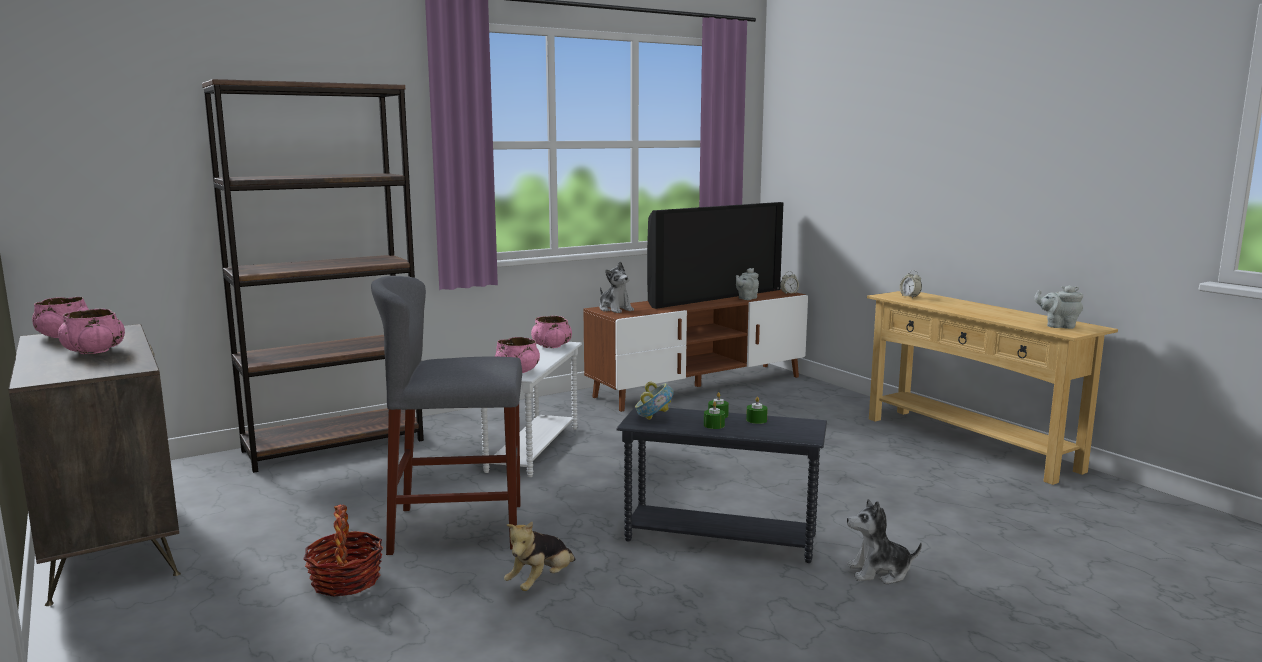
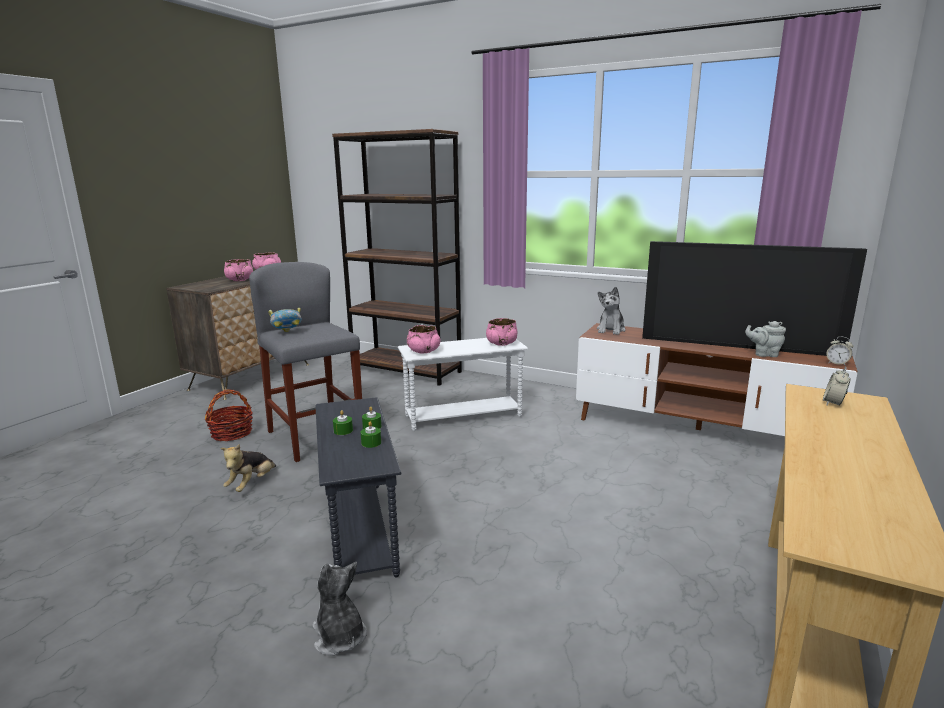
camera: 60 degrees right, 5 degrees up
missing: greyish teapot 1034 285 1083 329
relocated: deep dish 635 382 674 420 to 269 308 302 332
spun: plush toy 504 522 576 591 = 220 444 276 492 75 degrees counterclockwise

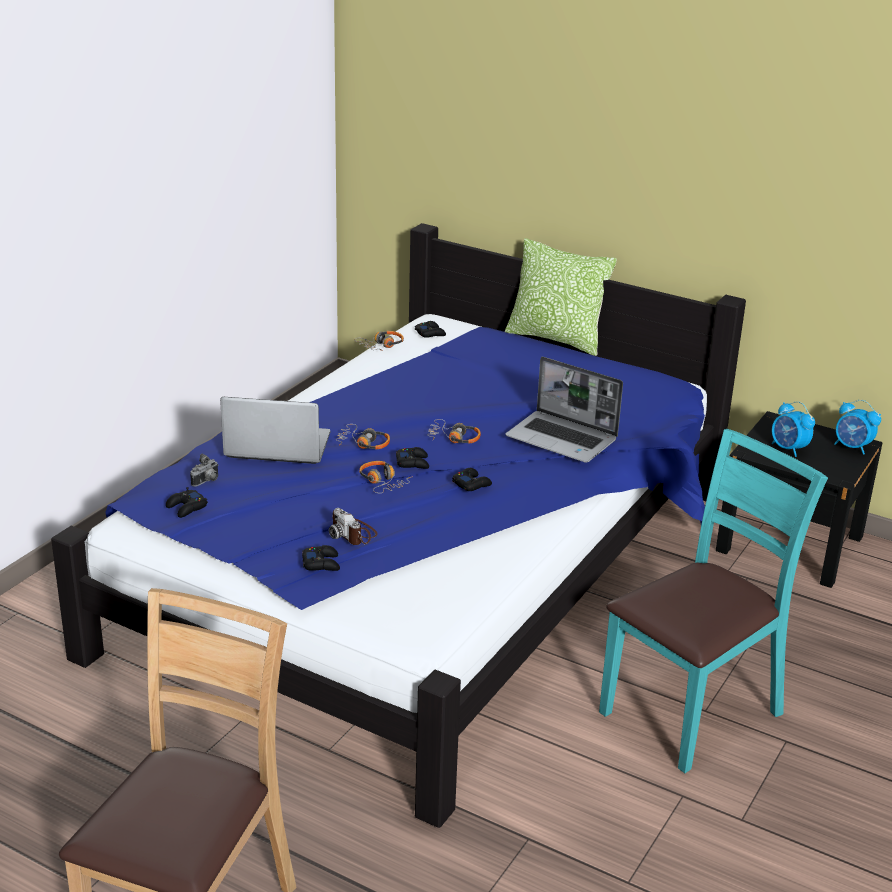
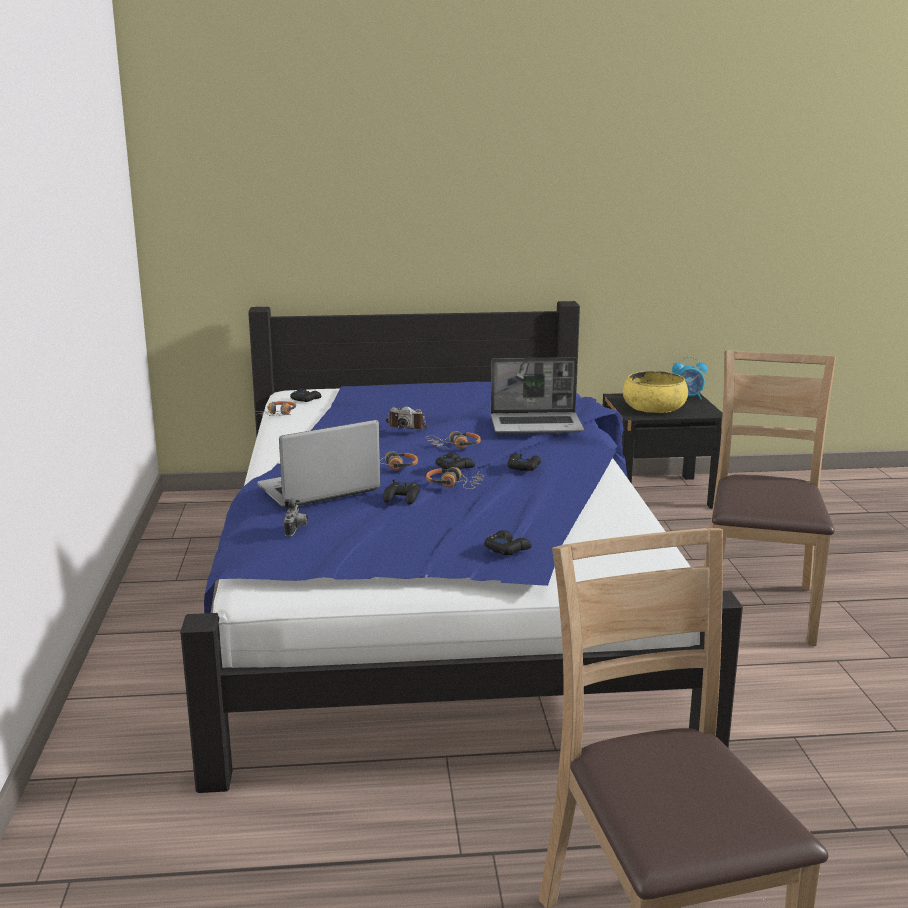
camera: 35 degrees left, 10 degrees down
missing: cushion 505 238 617 356
relocated: blackish game controller 166 487 208 518 to 383 479 420 505; photo camera 329 508 378 545 to 386 406 427 429
exchanged: table clock 772 401 815 457 to yellow-coloured deep dish 623 371 688 413
colour: turquoise-coloured chair 599 429 828 773 to brownish chair 704 351 836 646

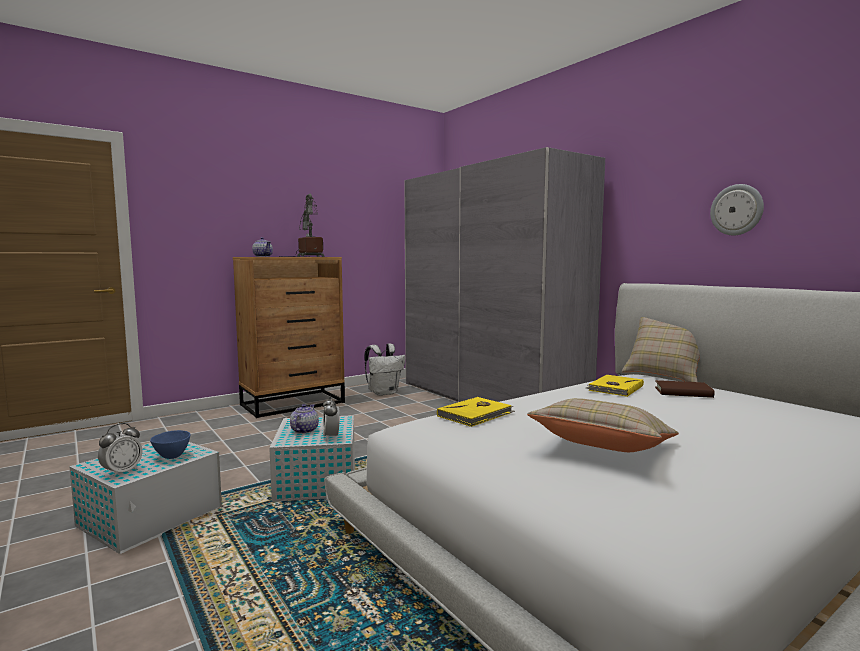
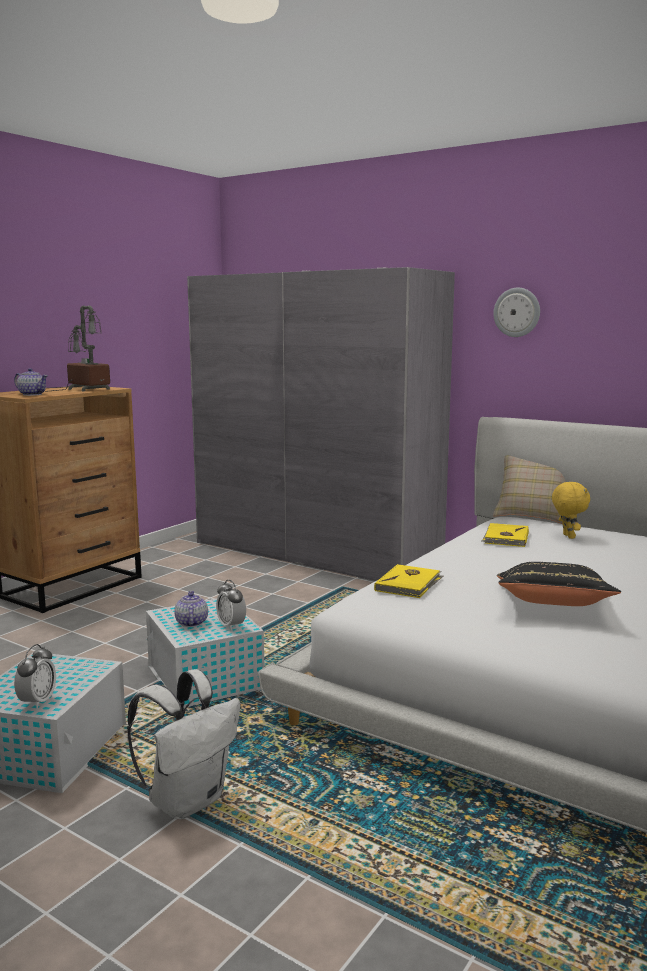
camera: 20 degrees left, 5 degrees up
missing: blue deep dish 150 430 191 459
relocated: whitish rucksack 364 343 405 396 to 127 669 240 819; hanging clock 710 184 764 235 to 493 288 540 337
exchanged: brownish bound book 655 380 714 398 to yellow-coloured plush toy 552 482 590 539
colour: beige-coloured cushion 527 398 679 452 to blackish cushion 497 562 621 606

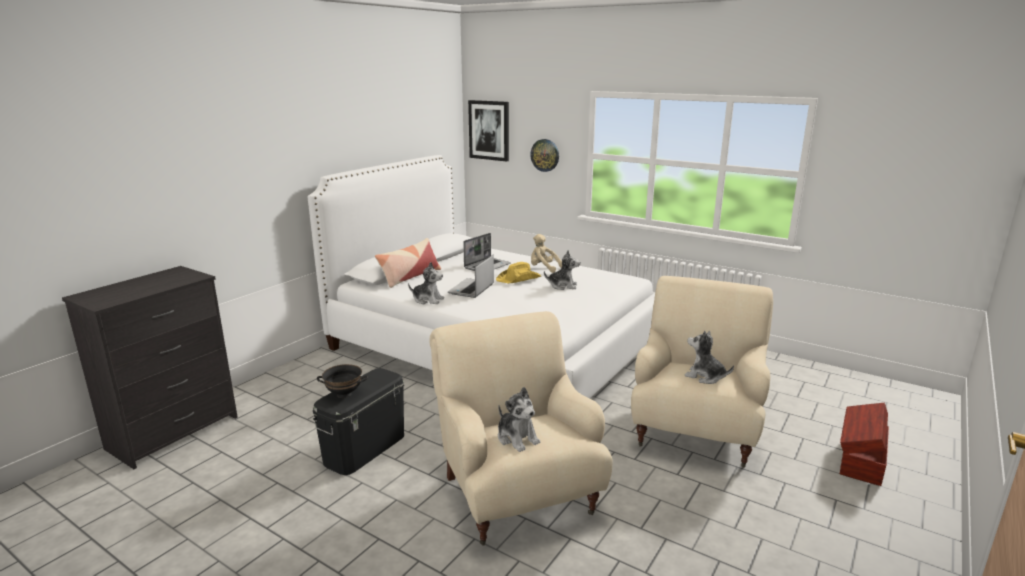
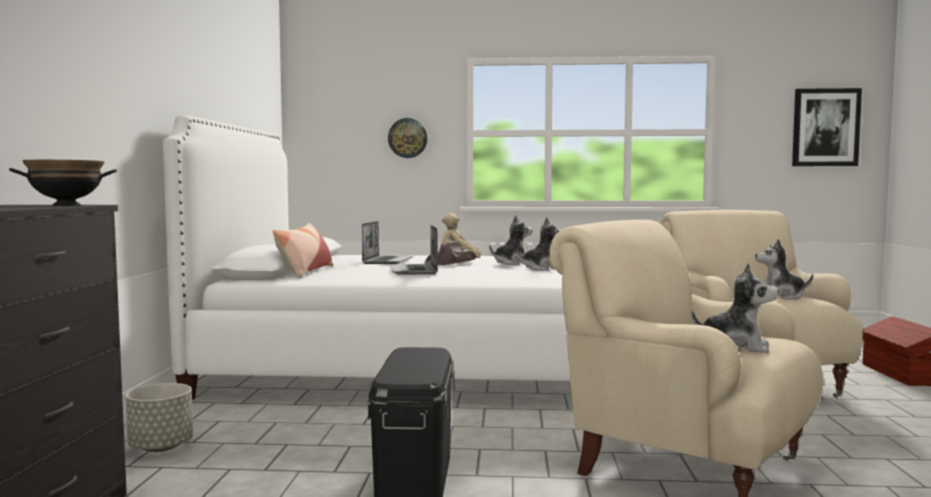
camera: 30 degrees left, 15 degrees down
appeared: greyish plant pot 126 383 193 452
relocated: blackish deep dish 317 364 368 398 to 9 160 117 206; plush toy 408 262 444 304 to 517 217 561 271; wall picture 468 100 509 161 to 792 88 862 166
colour: yellow-coloured clothing hat 496 262 542 283 to brownish clothing hat 425 241 476 265

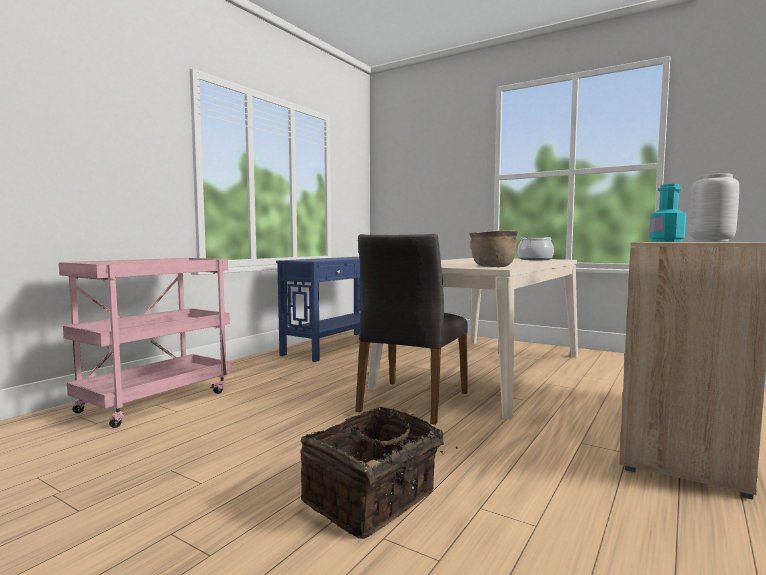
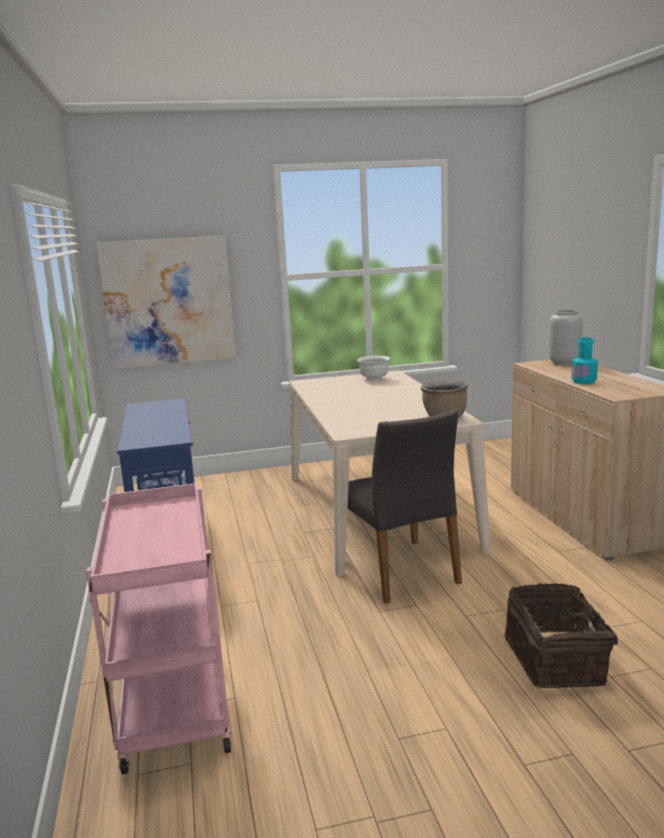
camera: 45 degrees left, 10 degrees up
appeared: wall picture 96 236 236 369
exchanged: stockpot 517 237 554 260 to whitish deep dish 357 356 390 381

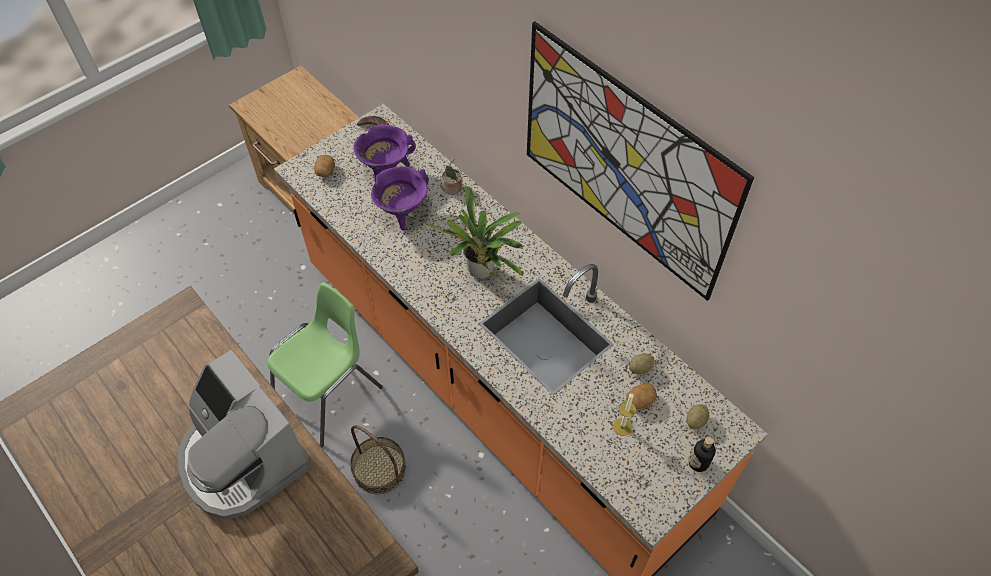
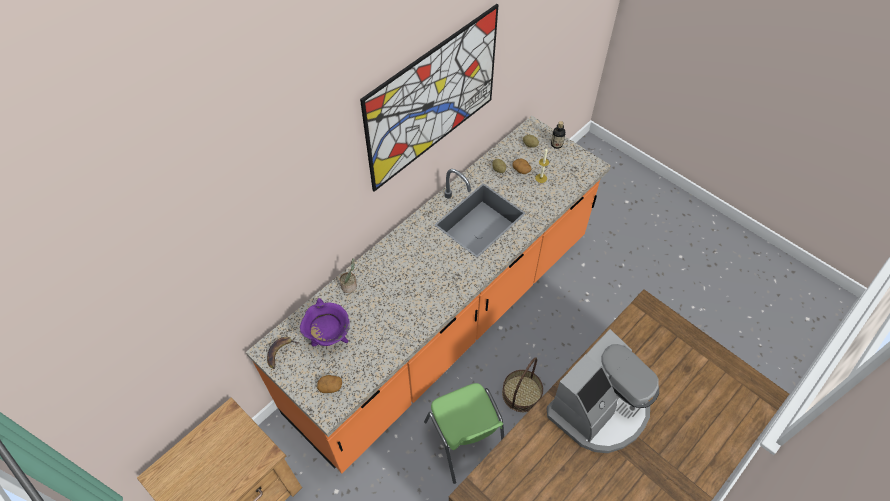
camera: 95 degrees left, 0 degrees up
missing: purple-coloured stockpot 371 166 429 231; plant in a pot 421 186 524 279
spun: greenish chair 267 282 383 447 = 424 383 504 484 150 degrees counterclockwise

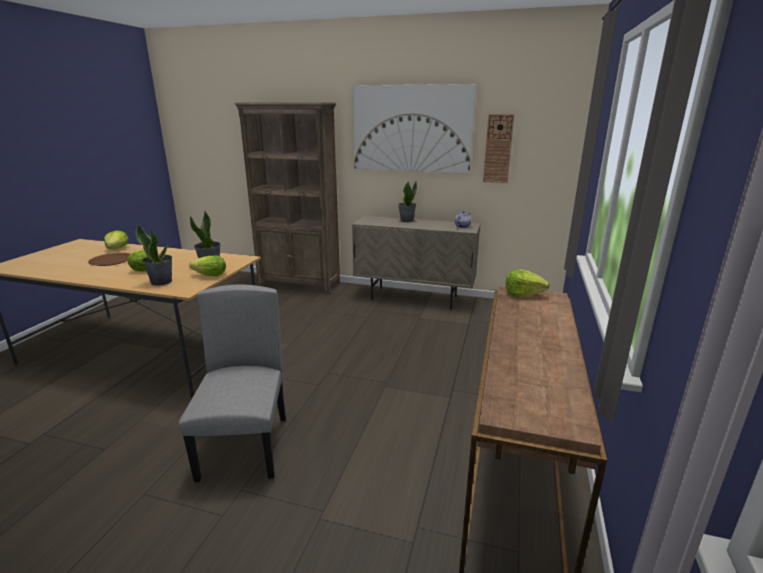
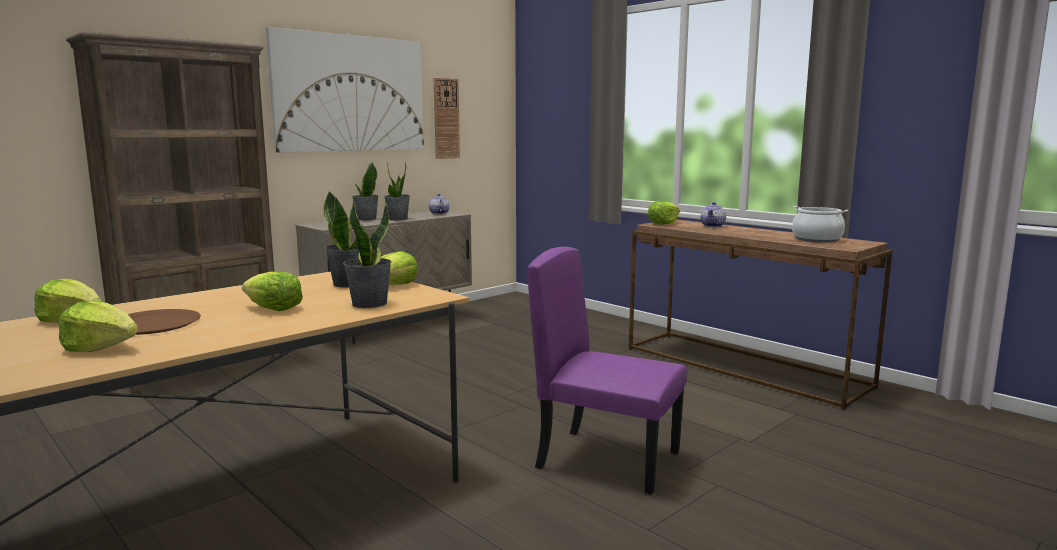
camera: 60 degrees left, 10 degrees down
appeared: head of lettuce 58 301 138 352; plant in a pot 384 161 410 220; teapot 701 202 726 227; stockpot 792 206 848 242
colour: greyish chair 179 284 286 482 to purple-coloured chair 528 247 687 494

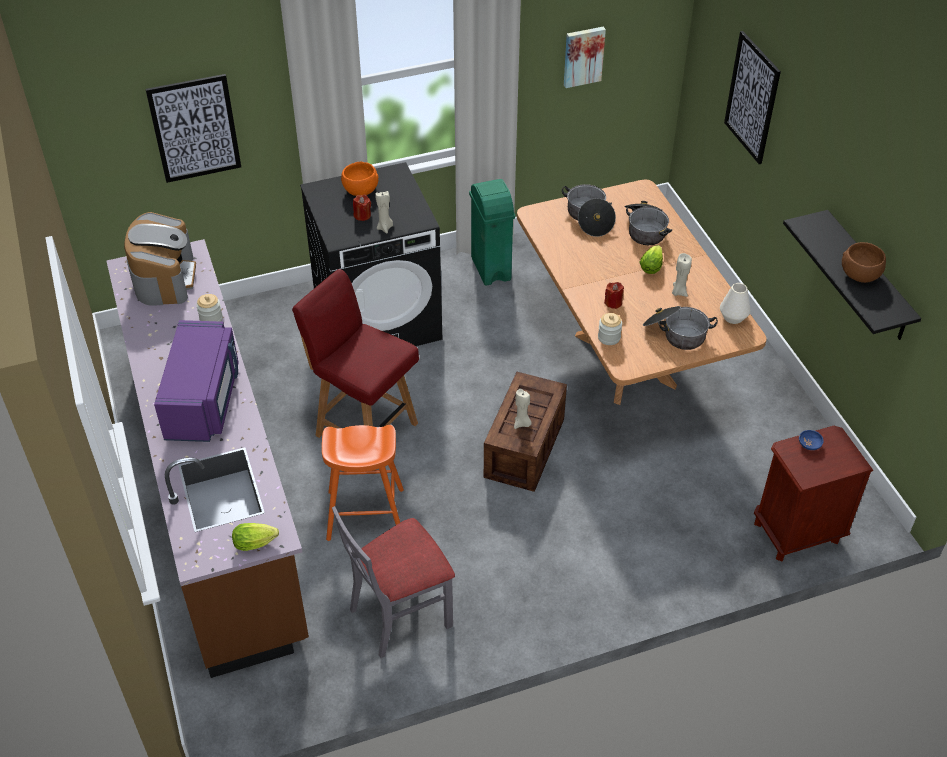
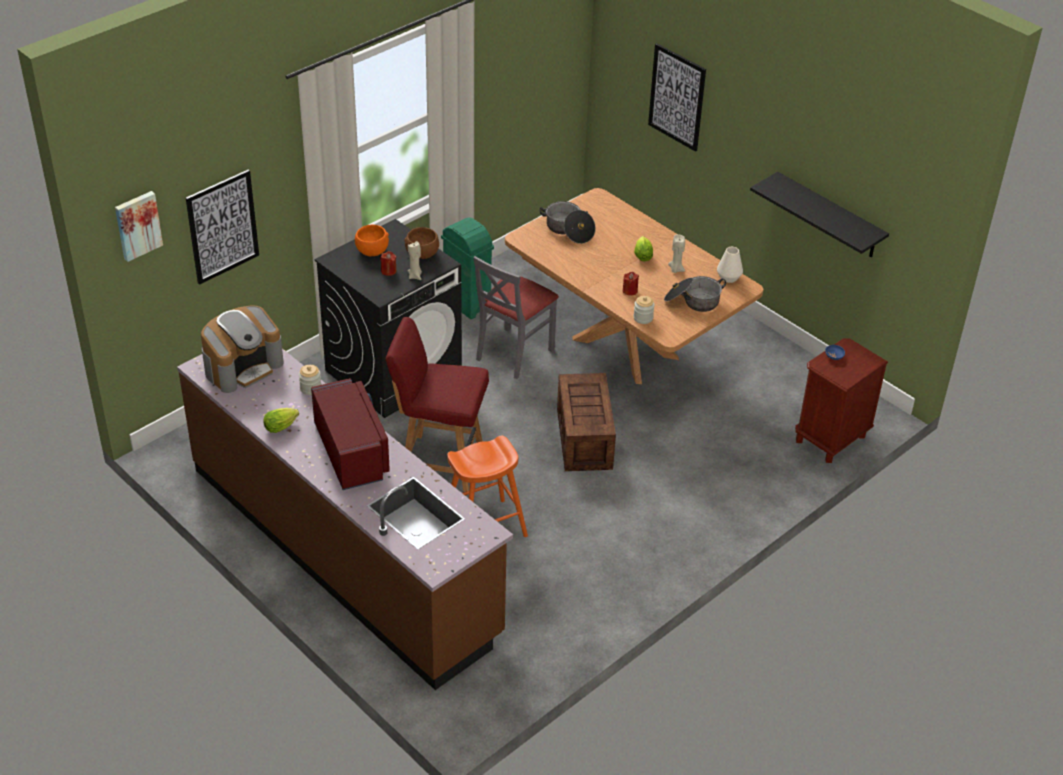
camera: 25 degrees left, 5 degrees down
missing: beige-coloured candle 514 389 532 429; stockpot 624 201 672 245
relocated: head of lettuce 232 523 279 551 to 263 408 299 433; greyish chair 332 506 455 658 to 473 256 559 379; wall picture 564 27 606 88 to 115 191 163 262; brownish deep dish 842 242 886 283 to 404 227 439 259
colour: purple-coloured microwave 154 320 239 442 to red microwave 311 378 390 490
spun: coffee maker 124 212 196 306 = 201 306 284 393 75 degrees clockwise

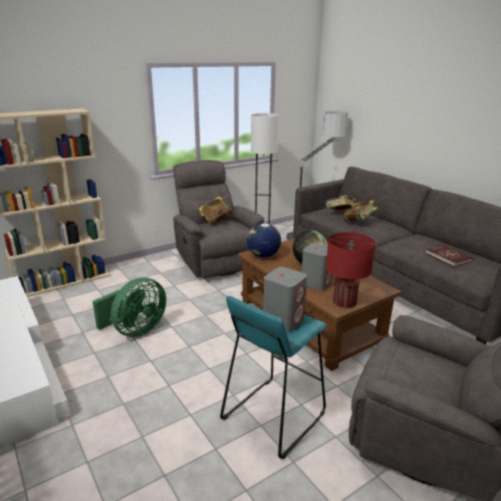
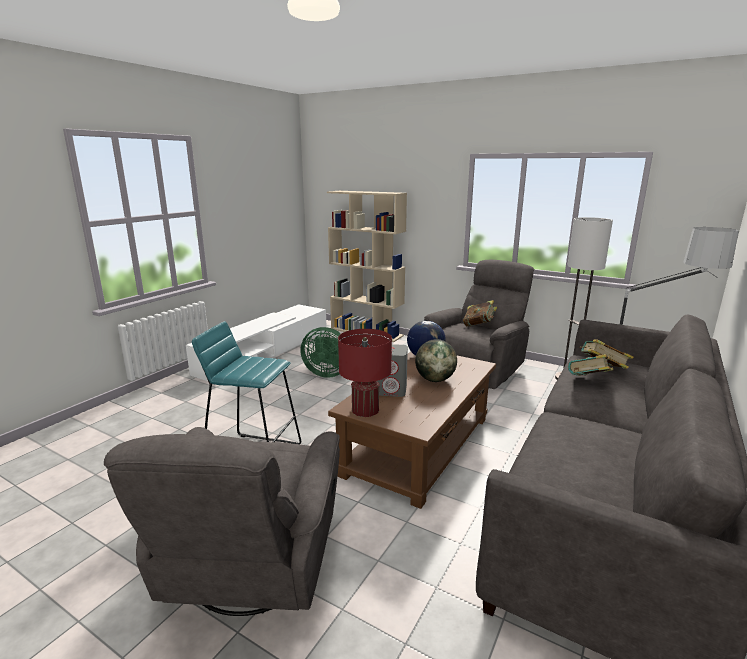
camera: 65 degrees right, 5 degrees down
missing: greyish speaker 263 267 307 332; red bound book 426 245 473 267

